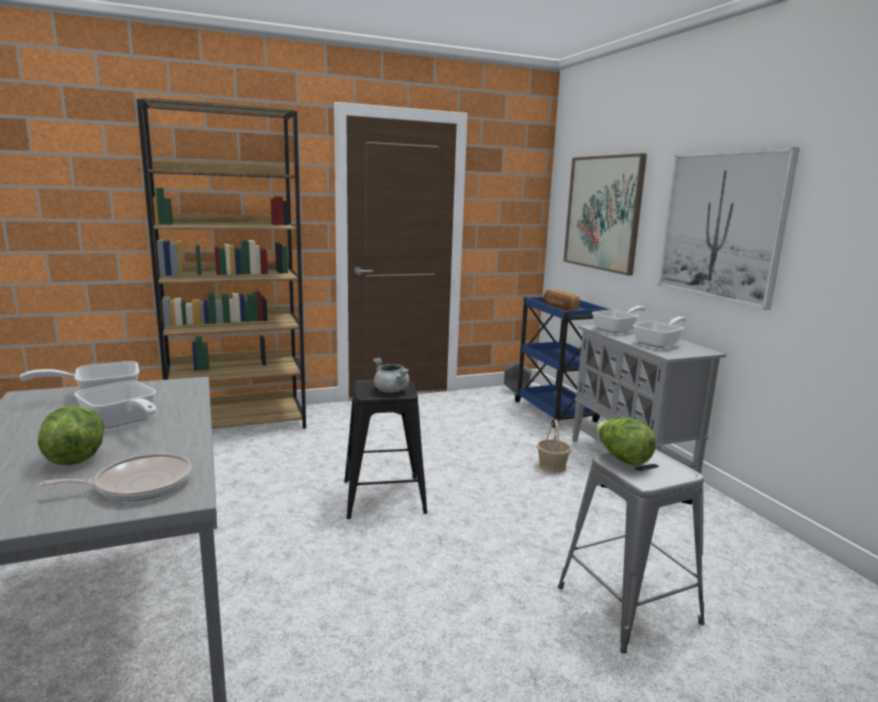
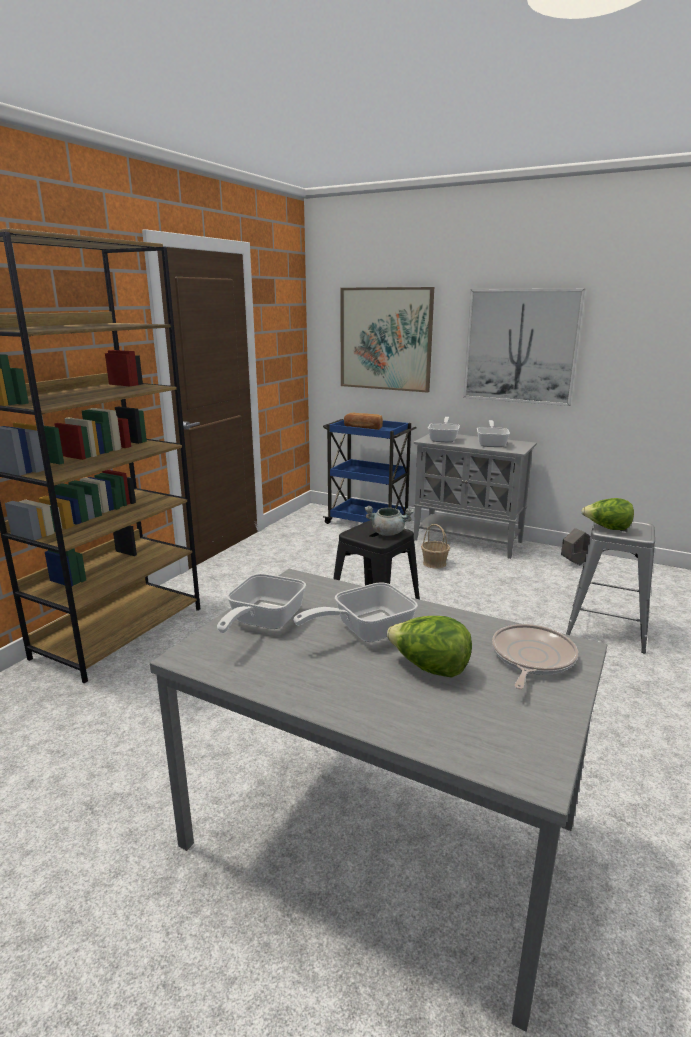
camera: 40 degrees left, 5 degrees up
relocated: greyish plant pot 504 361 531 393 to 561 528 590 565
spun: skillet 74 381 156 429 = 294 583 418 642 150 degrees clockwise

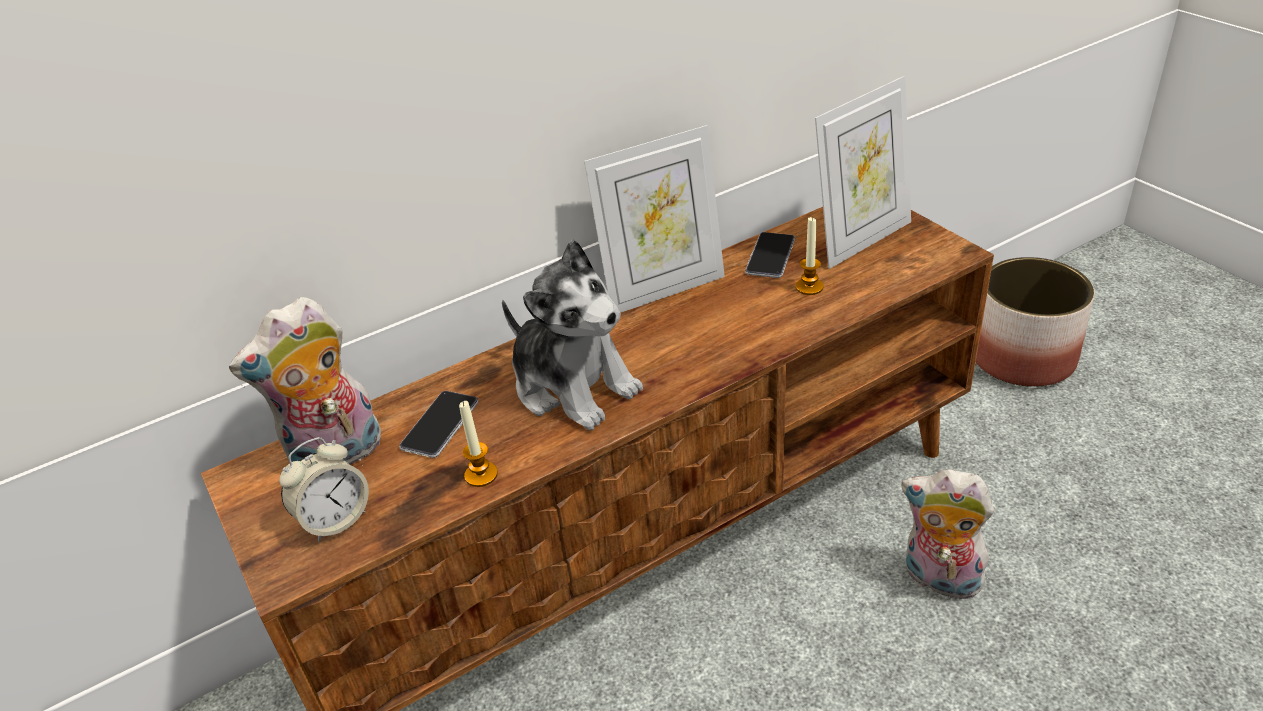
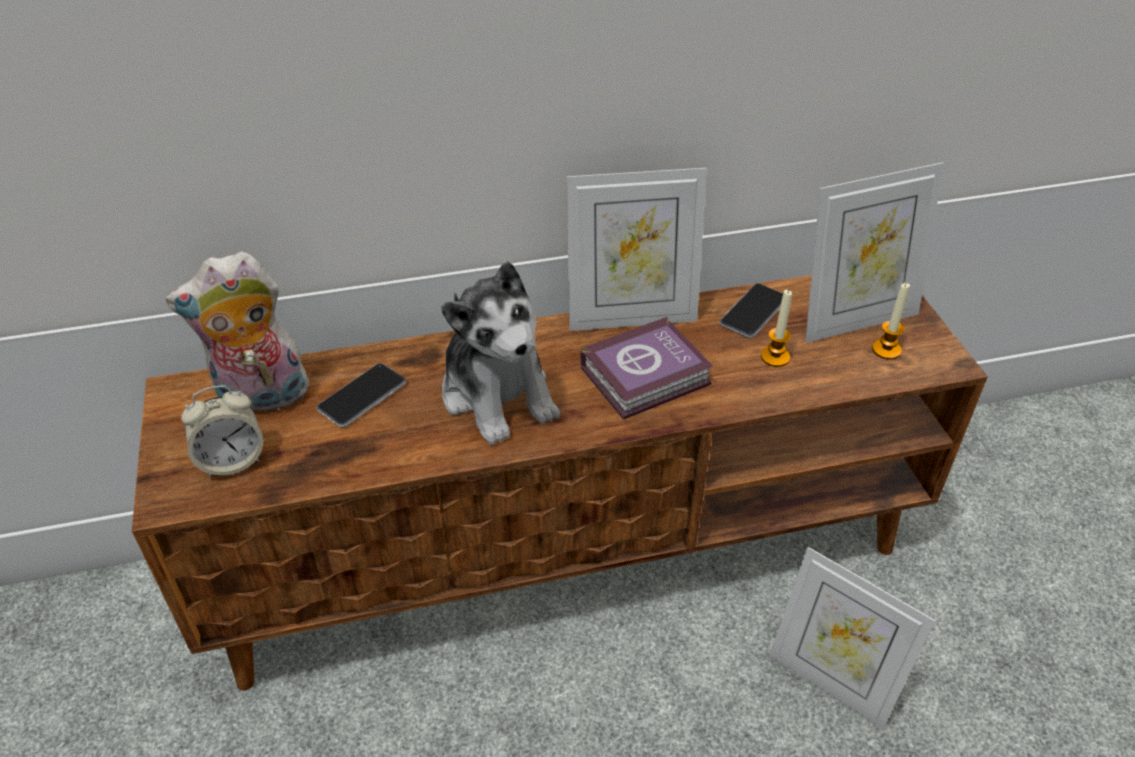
camera: 15 degrees right, 5 degrees up
missing: plant pot 976 257 1094 387
appeared: bound book 580 317 714 420
relocated: candle 459 401 498 487 to 872 282 910 360
exchanged: plush toy 902 469 994 599 to standing frame 769 547 936 730

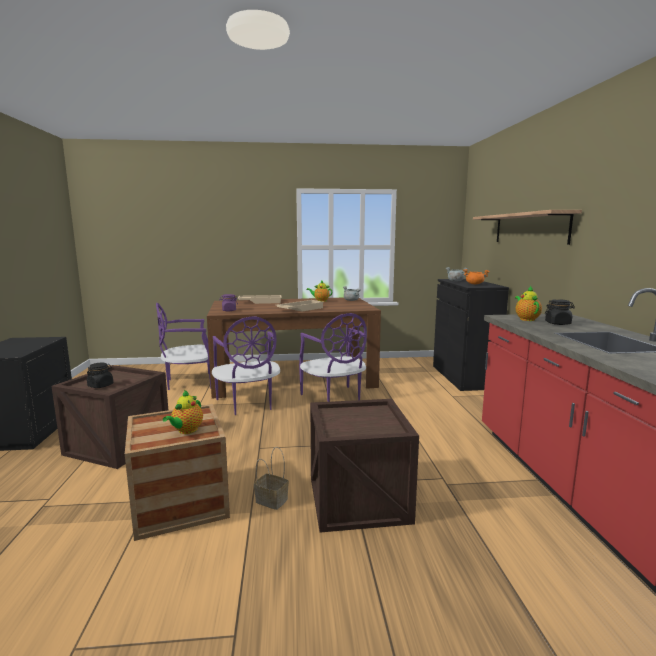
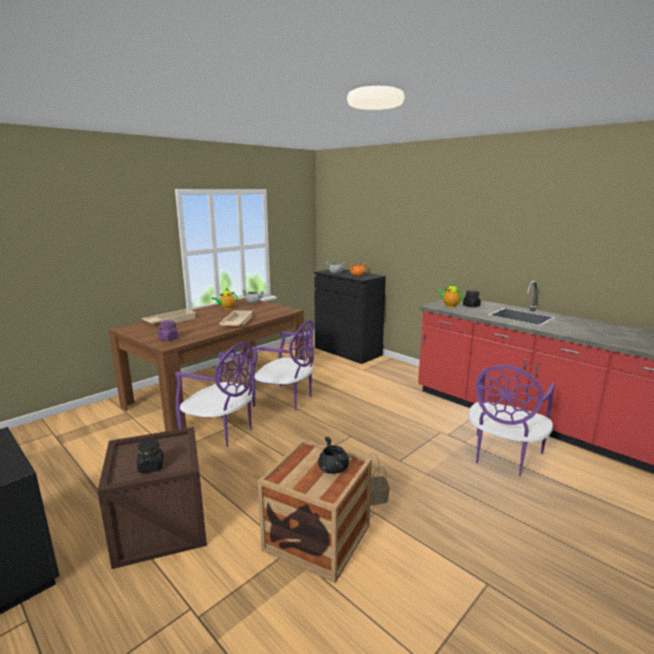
camera: 40 degrees left, 5 degrees up
missing: shipping crate 310 399 419 533; shelf 473 210 582 245
relocated: purple-coloured chair 156 303 211 390 to 468 365 555 477
exchanged: teapot 163 390 203 434 to blackish stockpot 318 437 349 474

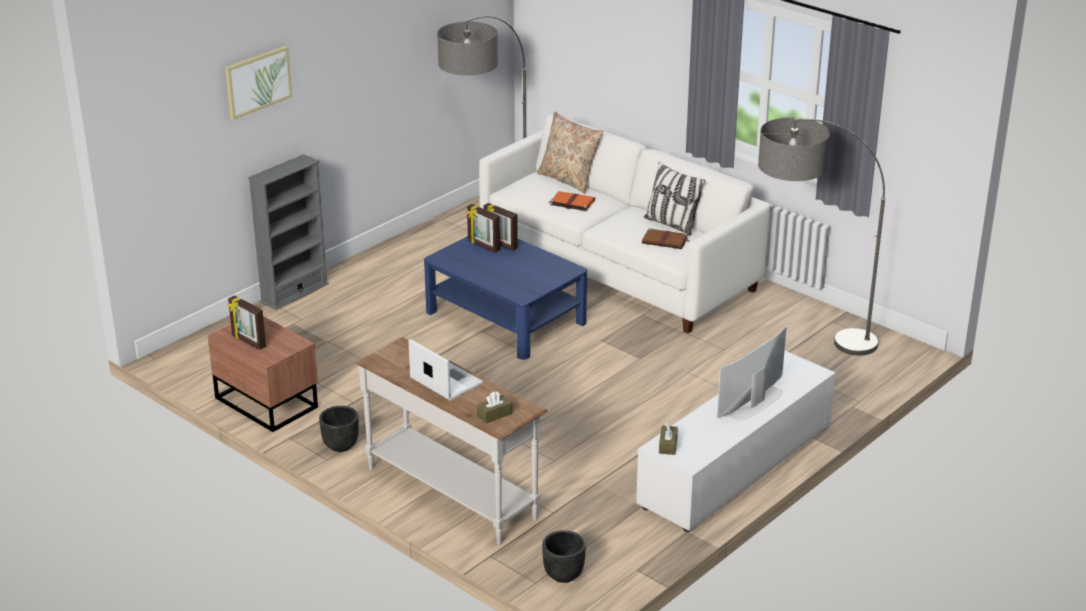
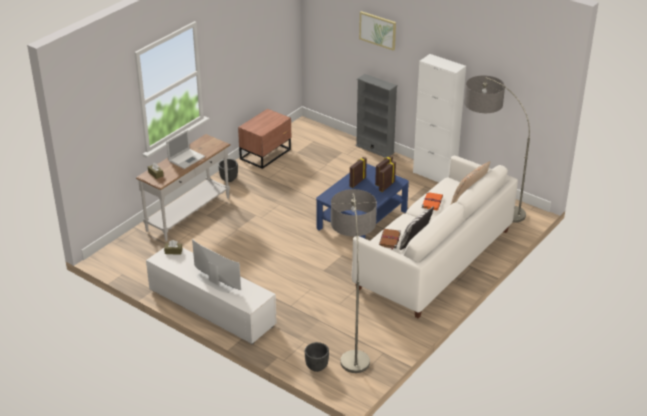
camera: 85 degrees right, 5 degrees up
appeared: whitish storage cabinet 413 54 466 182
relocated: standing frame 227 296 266 350 to 350 157 367 188; blackish plant pot 542 530 586 583 to 305 342 329 372

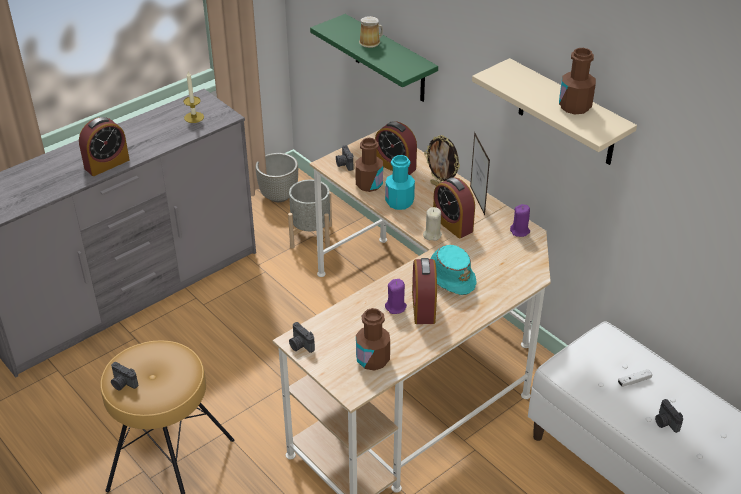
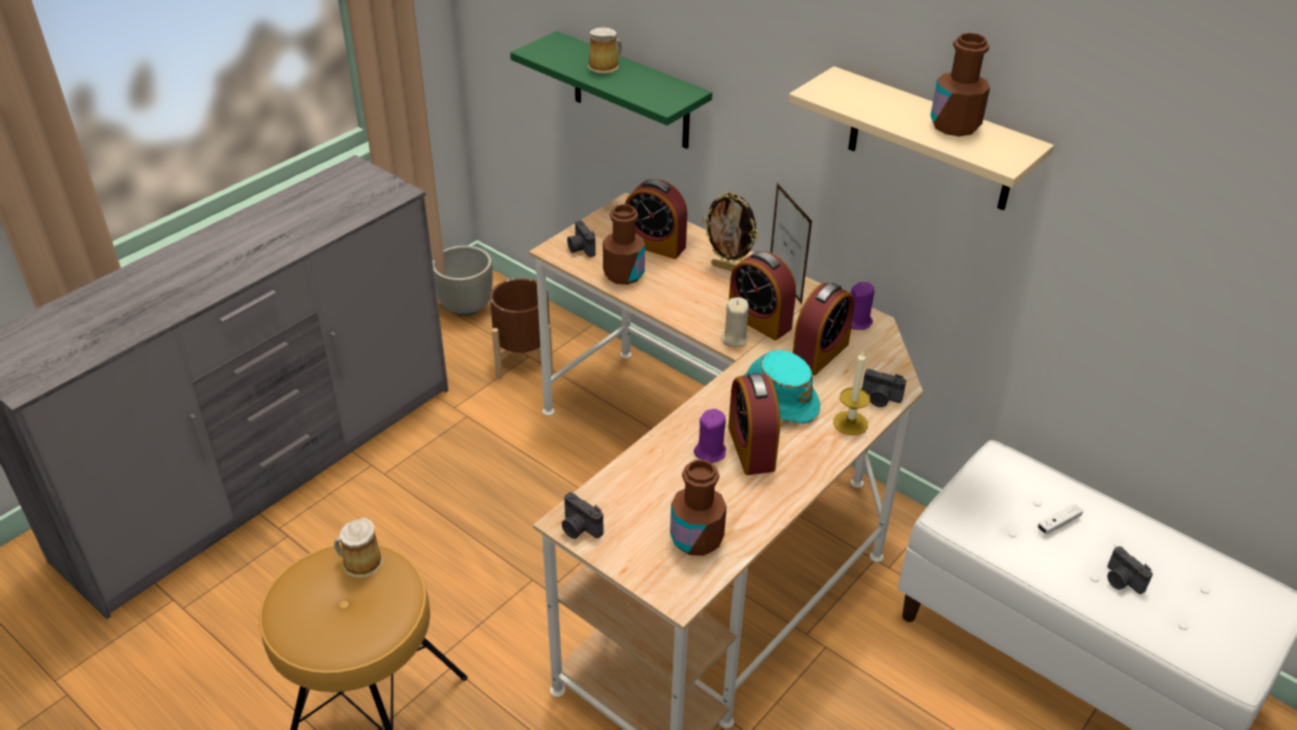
camera: 10 degrees left, 0 degrees up
missing: turquoise-coloured bottle 385 155 415 210
appeared: coffee mug 334 518 383 577
relocated: table clock 79 117 130 176 to 793 283 855 376; photo camera 111 362 138 391 to 862 369 906 407; candle 183 72 204 123 to 833 352 870 435
colour: greyish plant pot 288 179 332 249 to brownish plant pot 490 278 553 379

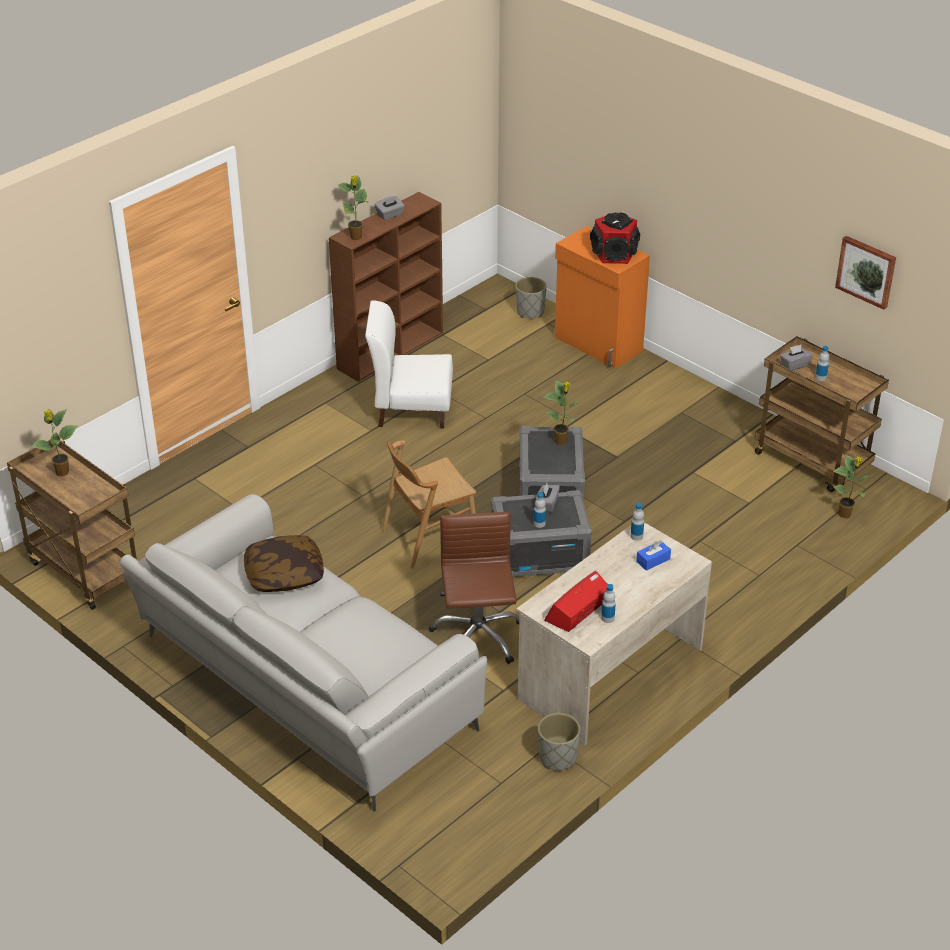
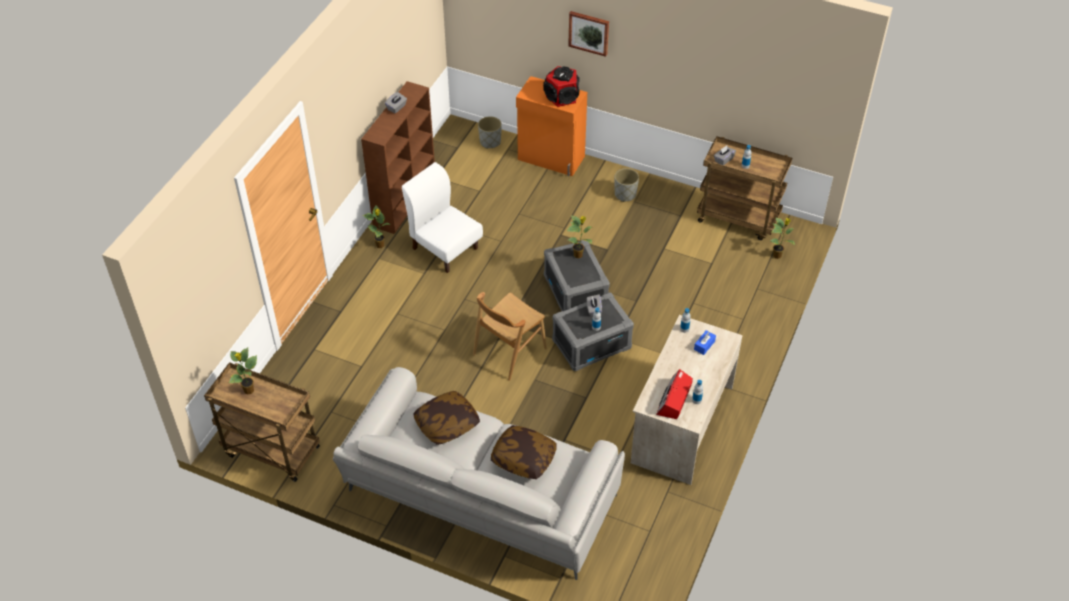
camera: 20 degrees left, 10 degrees up
missing: brownish desk chair 429 512 519 664
appeared: cushion 491 425 557 479
relocated: plant in a pot 338 175 368 240 to 363 206 390 248; greyish plant pot 538 713 580 770 to 614 168 639 202; wall picture 835 236 896 310 to 568 11 609 57
spun: whitish chair 365 301 453 429 = 402 162 483 273 60 degrees clockwise

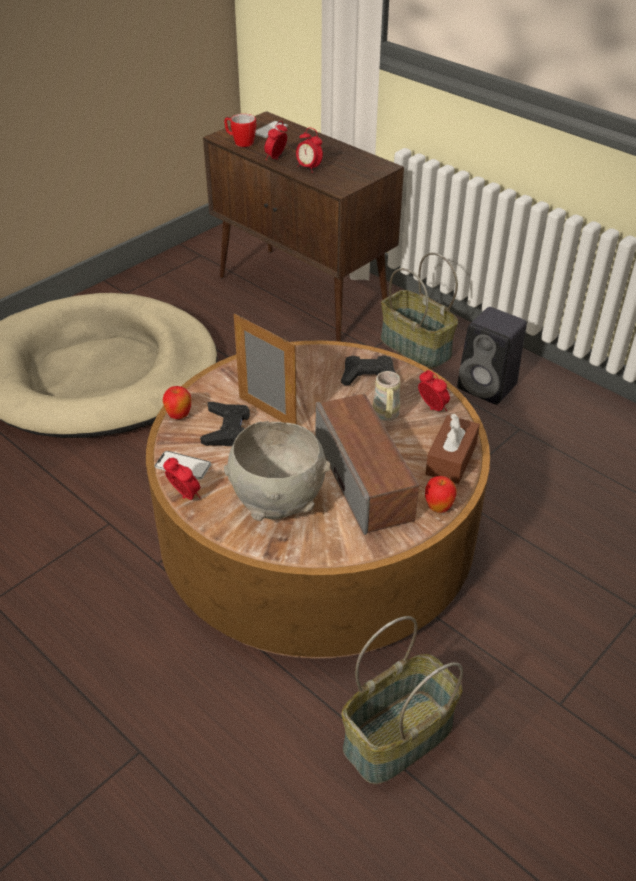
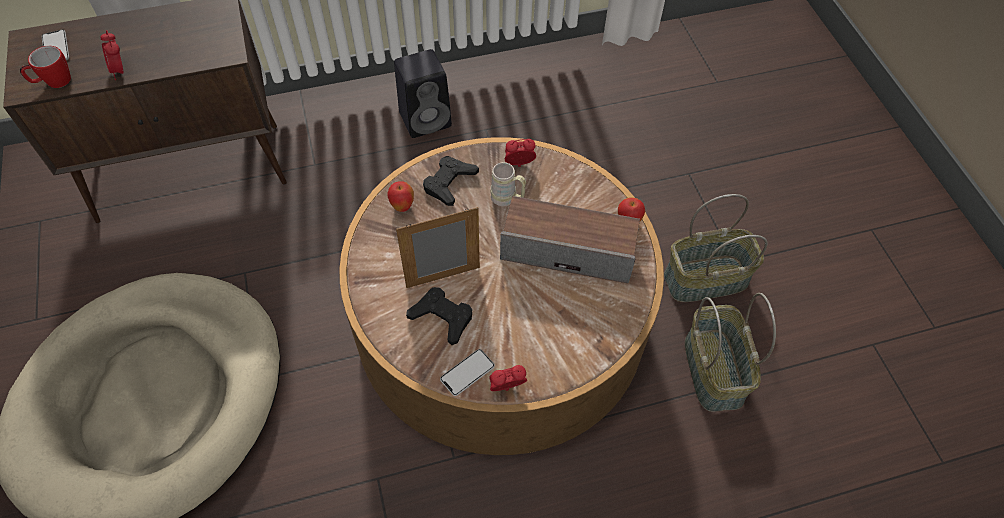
camera: 60 degrees left, 15 degrees up
missing: greyish deep dish 224 421 331 521; table clock 296 128 323 173; brownish tissue holder 426 414 480 484
relocated: whole apple 163 386 191 419 to 387 181 414 212; storage basket 381 252 458 369 to 664 194 767 302

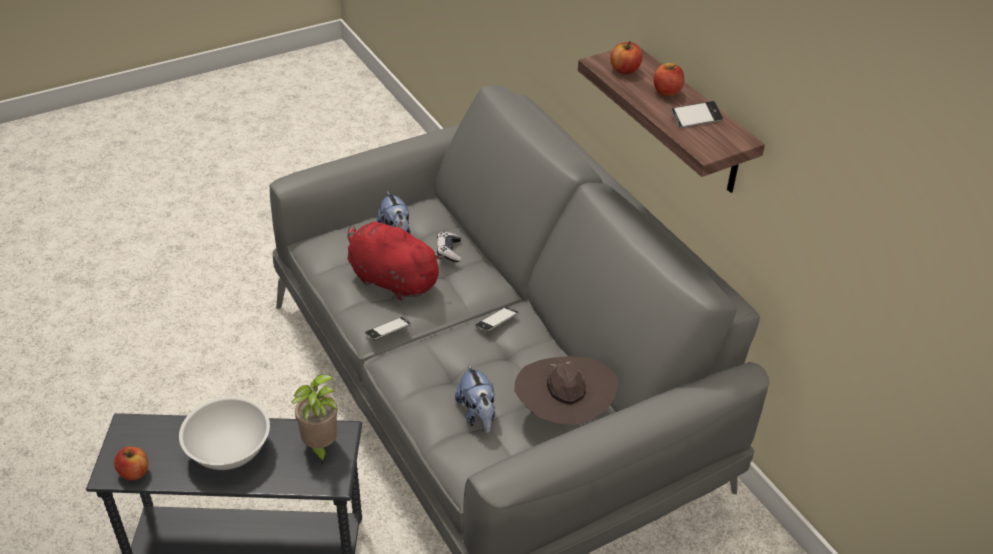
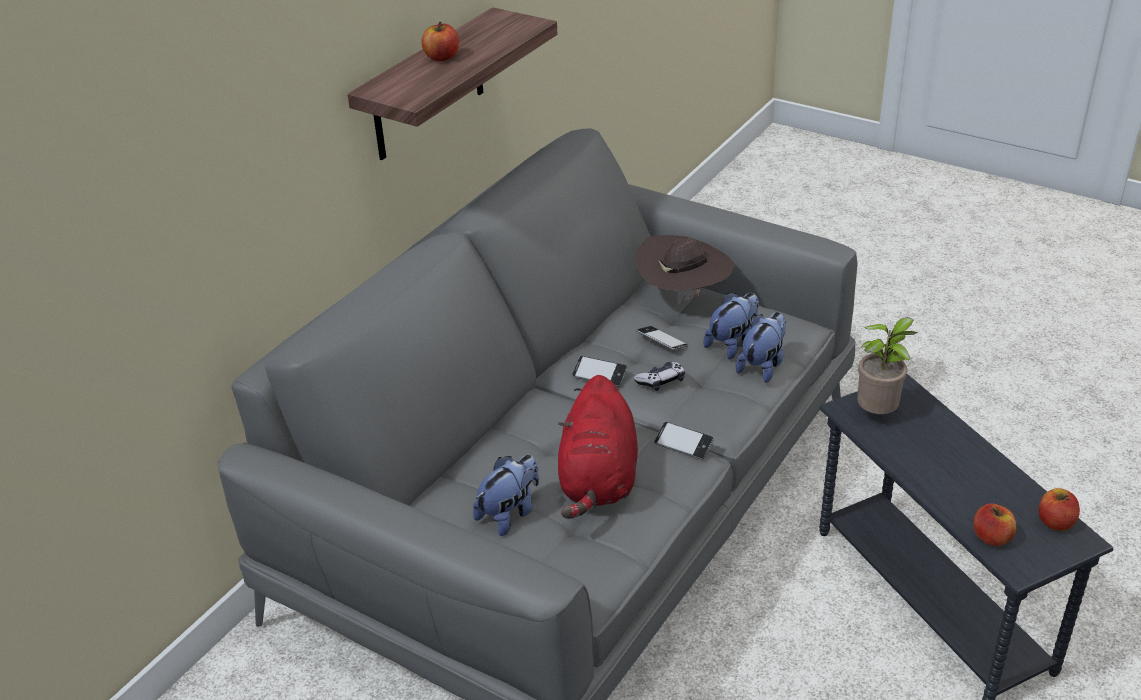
camera: 115 degrees left, 5 degrees down
missing: whitish deep dish 179 396 270 470
appeared: plush toy 735 312 786 383
relocated: game controller 437 232 461 262 to 634 362 685 391; whole apple 610 41 643 74 to 973 504 1016 546; handset 671 101 723 128 to 637 326 688 350

